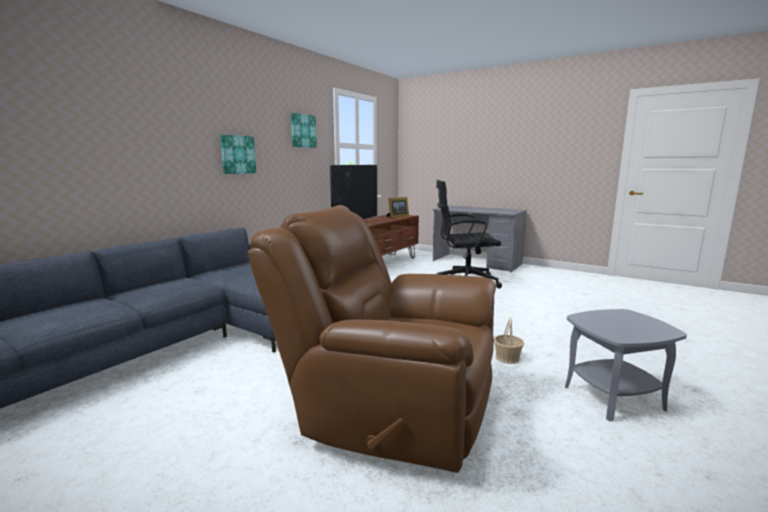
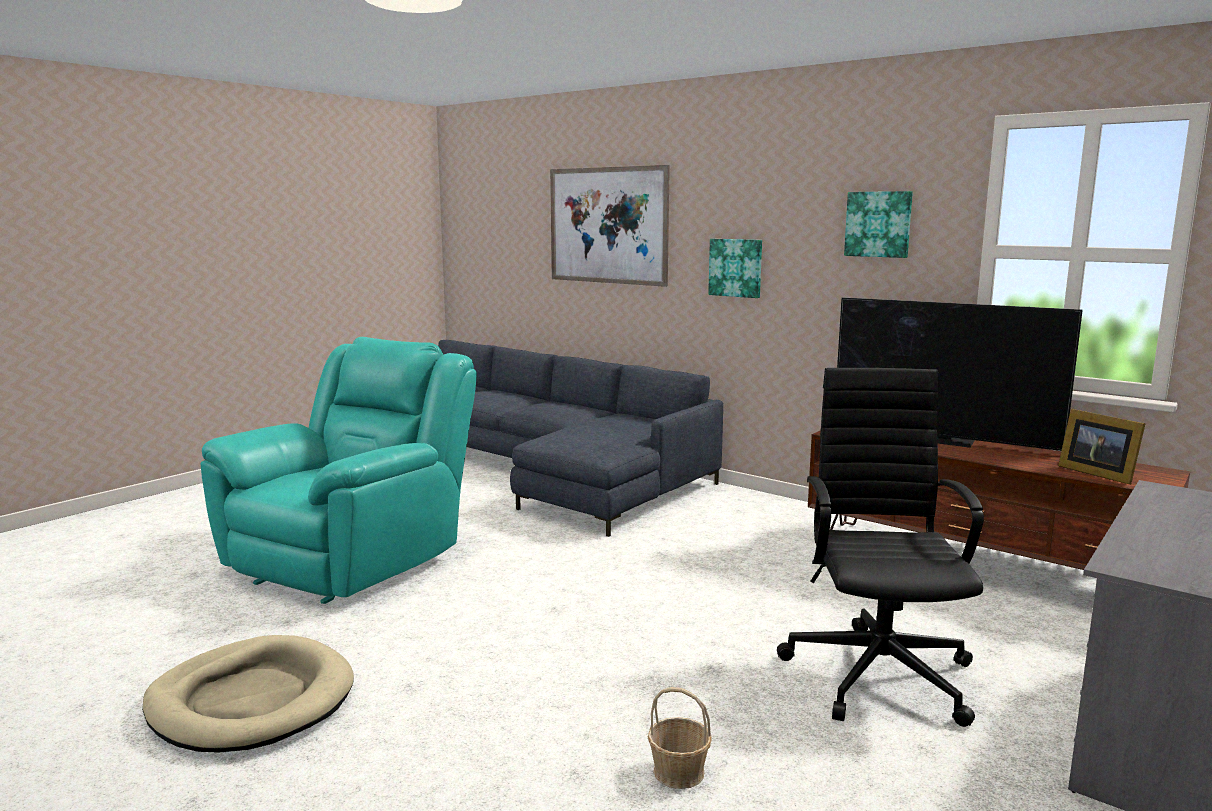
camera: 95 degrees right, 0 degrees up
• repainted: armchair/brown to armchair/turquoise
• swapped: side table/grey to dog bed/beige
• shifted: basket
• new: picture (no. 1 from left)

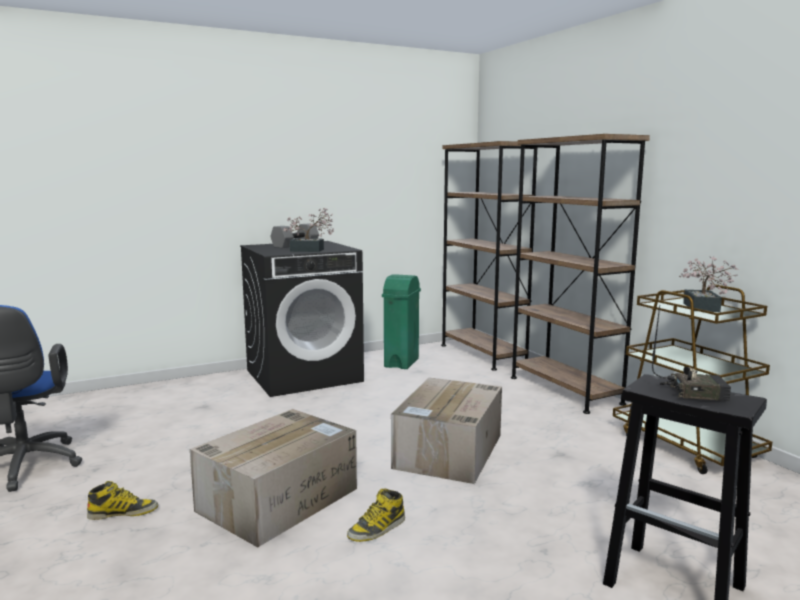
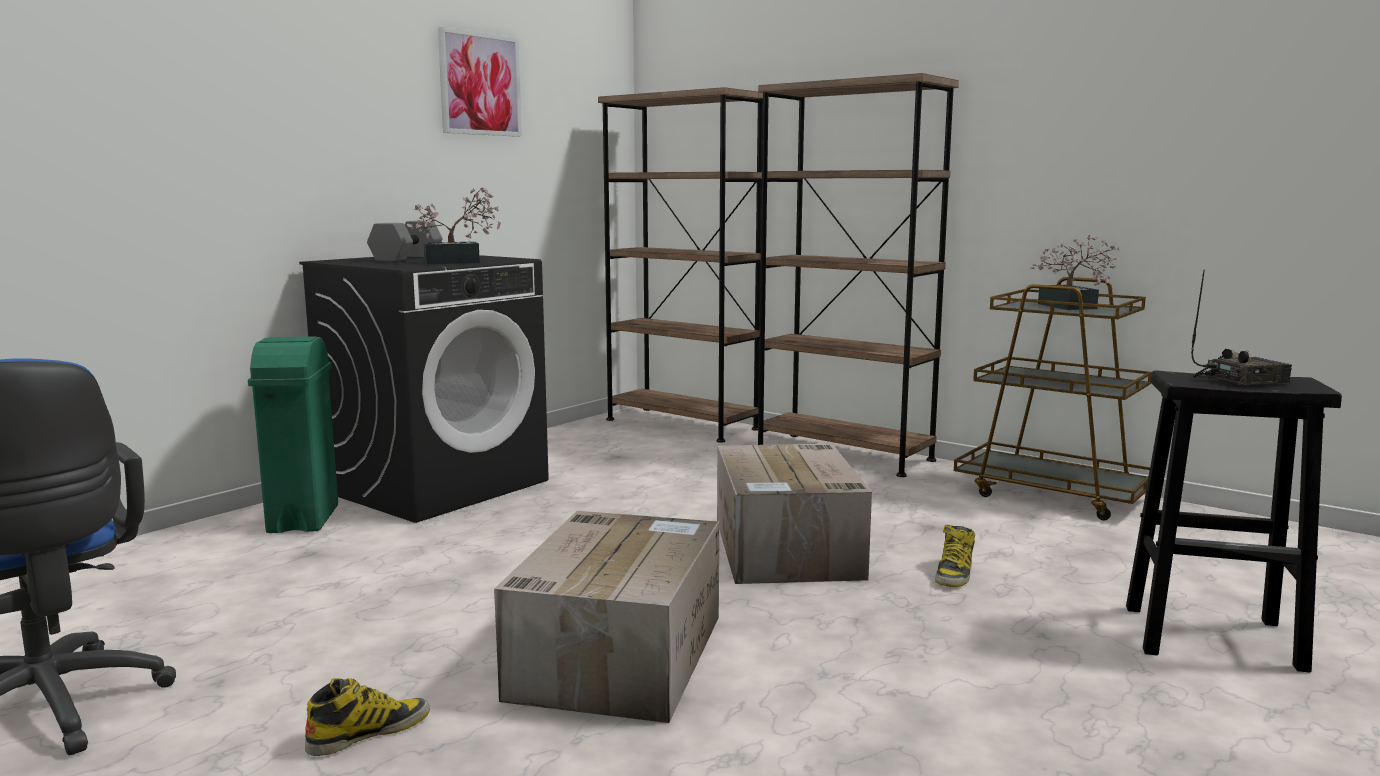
camera: 25 degrees left, 0 degrees up
• shifted: trash can/green
• shifted: boot (no. 2 from left)
• new: picture

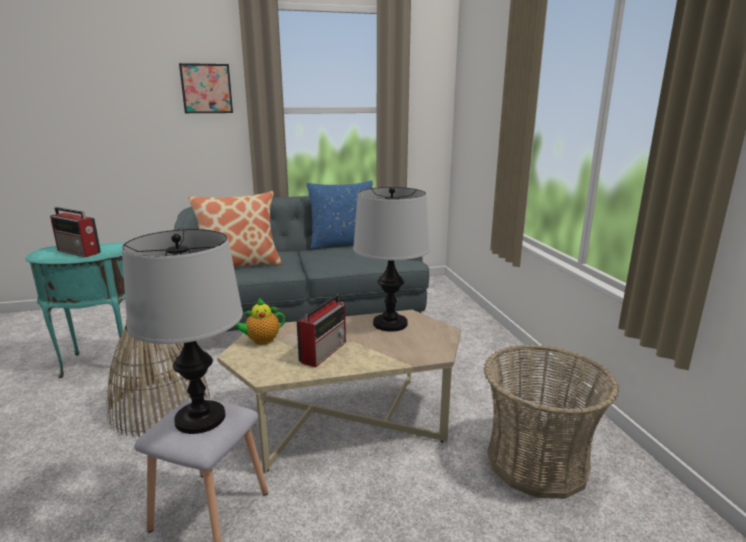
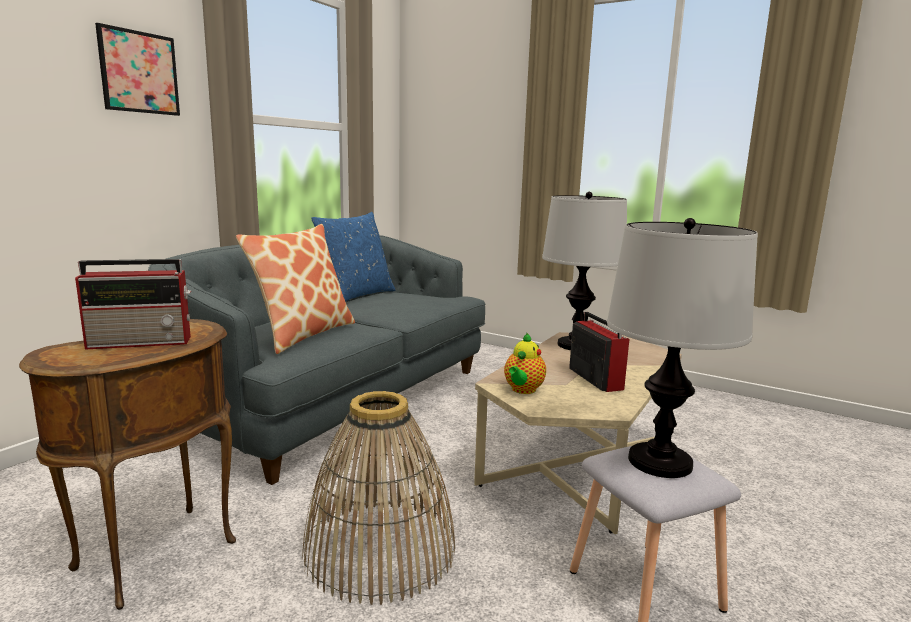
camera: 45 degrees left, 5 degrees down
• repainted: side table/turquoise to side table/brown
• gone: basket (no. 2 from left)

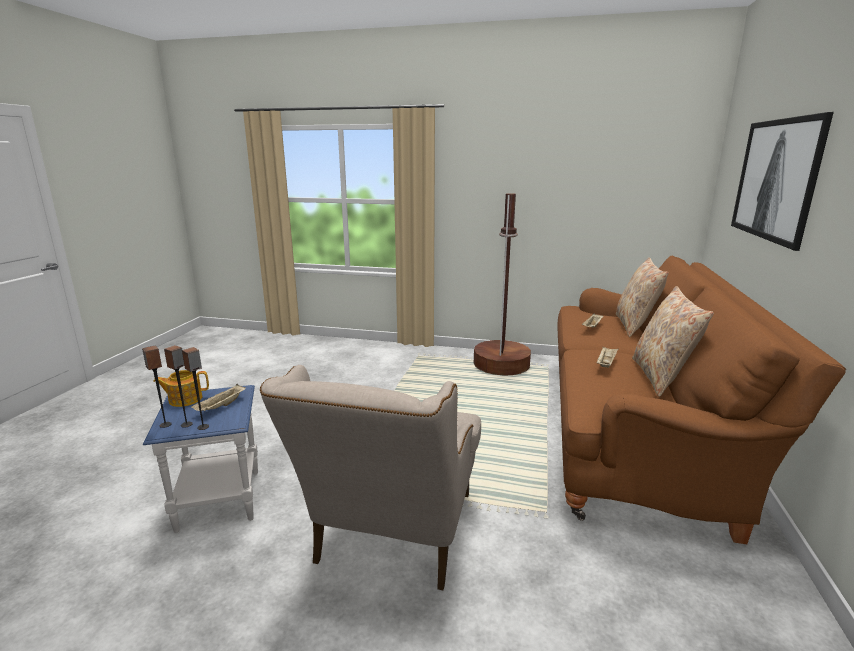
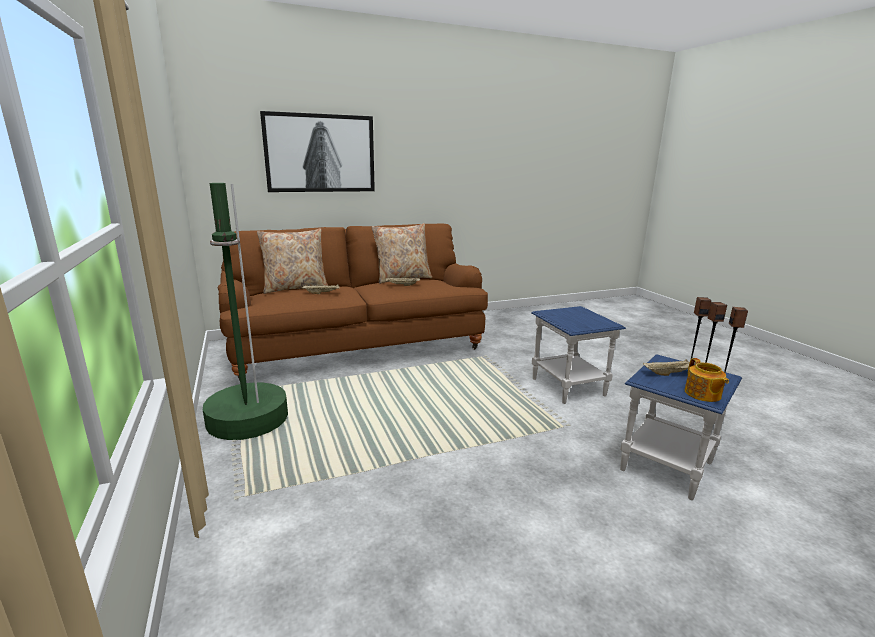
camera: 125 degrees left, 0 degrees up
• repainted: floor lamp/brown to floor lamp/green
• swapped: armchair/beige to side table/blue (no. 1 from left)
• rotated: teapot 45 degrees clockwise

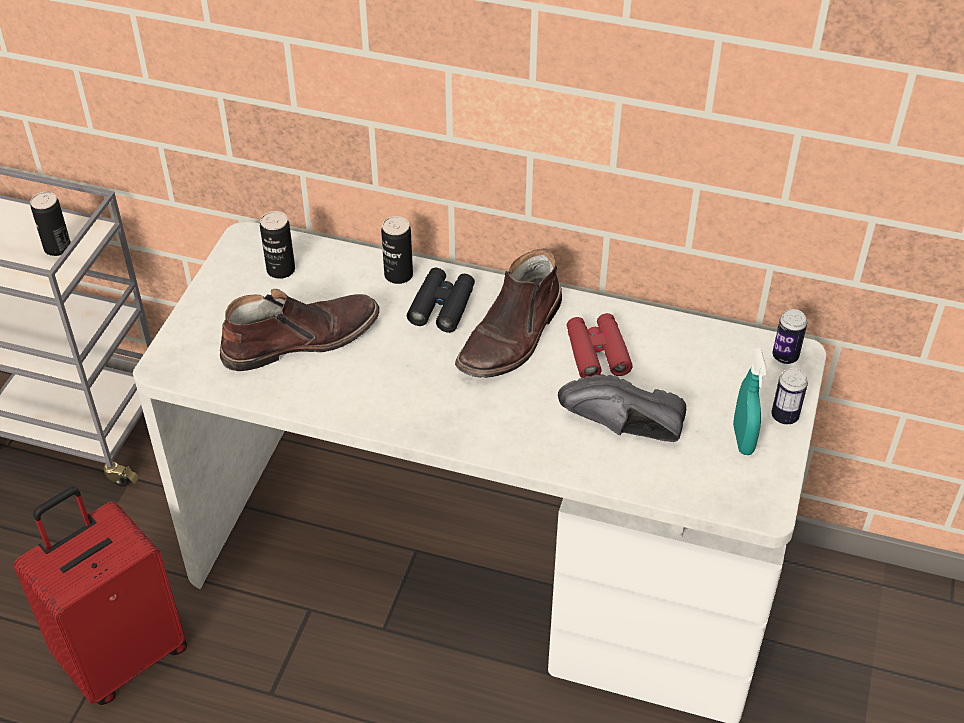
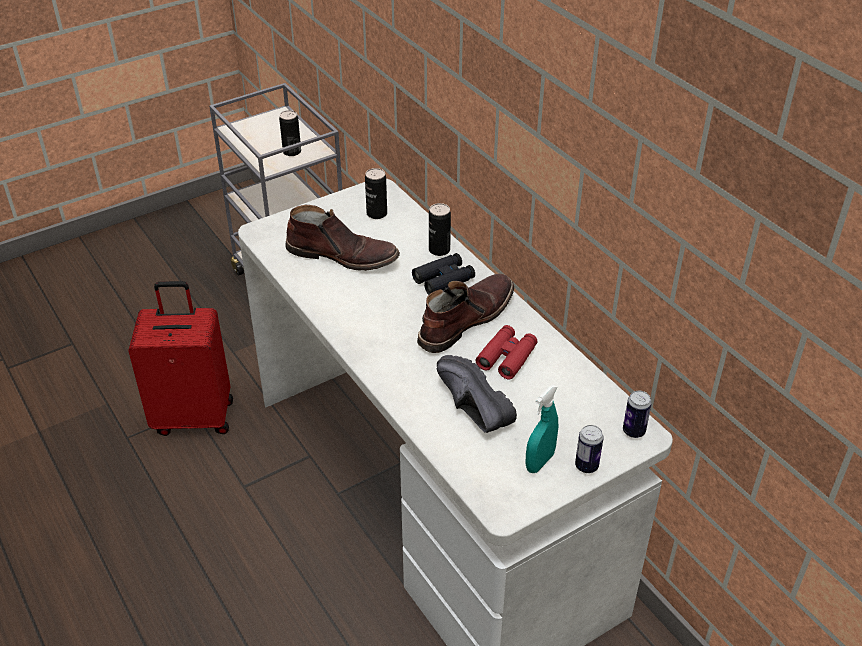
camera: 40 degrees right, 5 degrees down
• rotated: boot/brown (no. 2 from left) 150 degrees clockwise

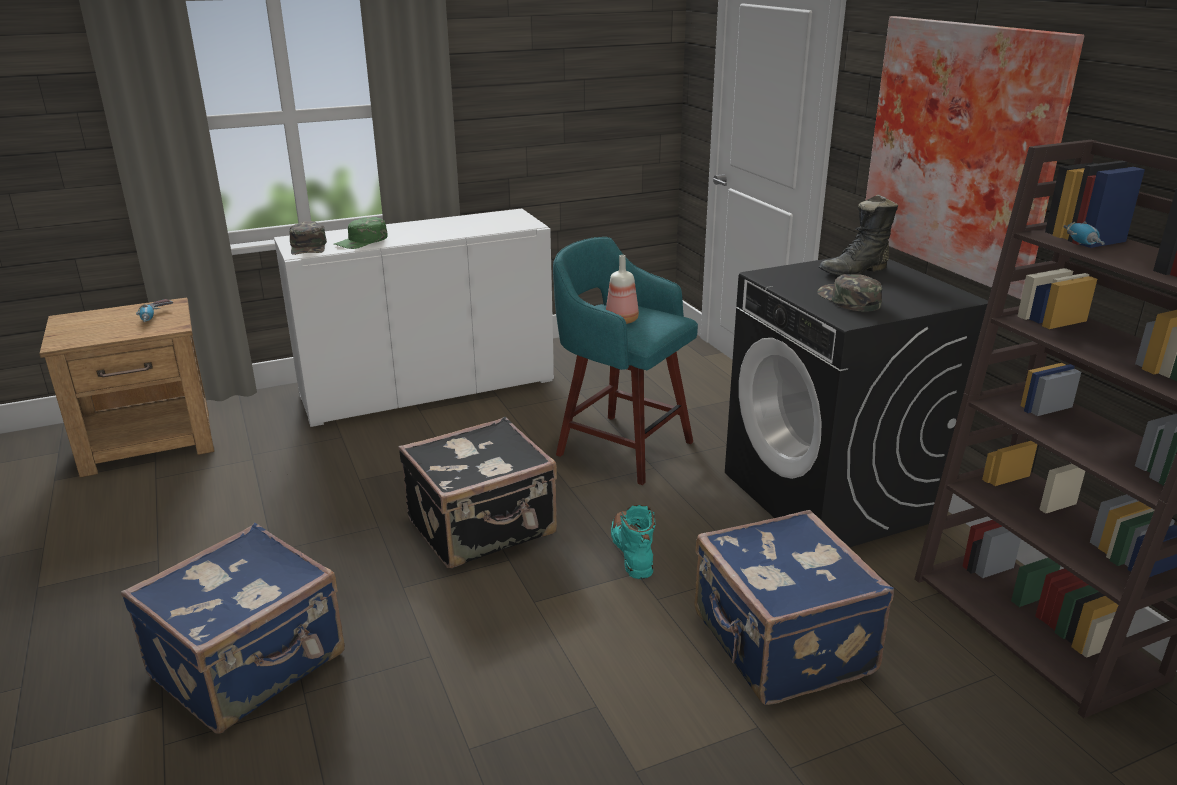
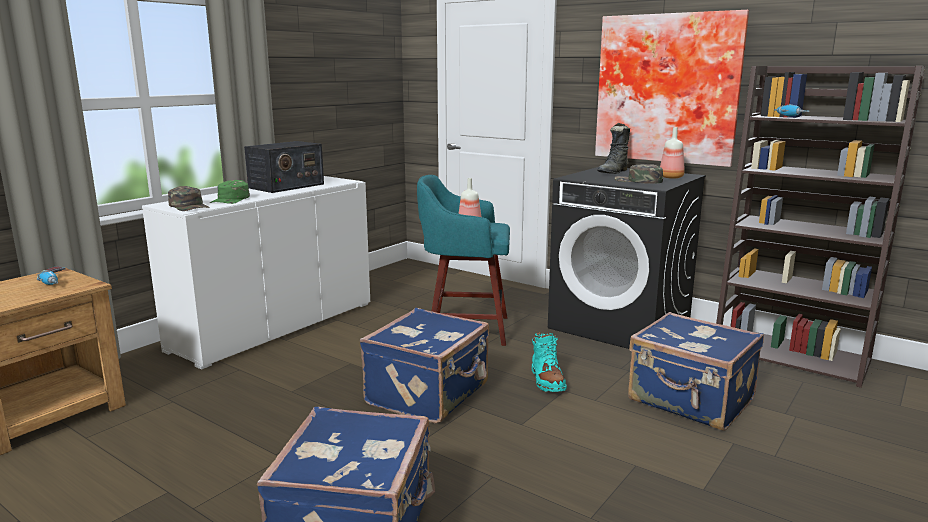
camera: 30 degrees left, 10 degrees down
• repainted: suitcase/black to suitcase/blue (no. 2 from left)
• rotated: boot/turquoise 150 degrees counterclockwise
• new: bottle (no. 2 from left)
• new: radio

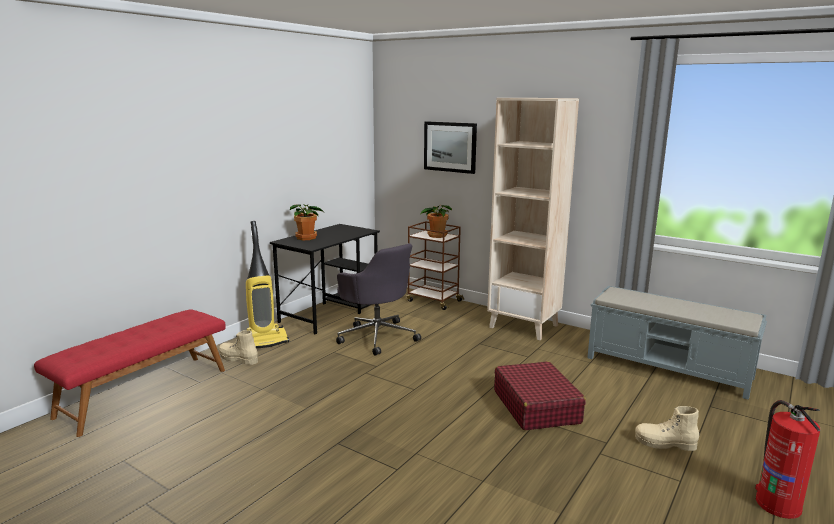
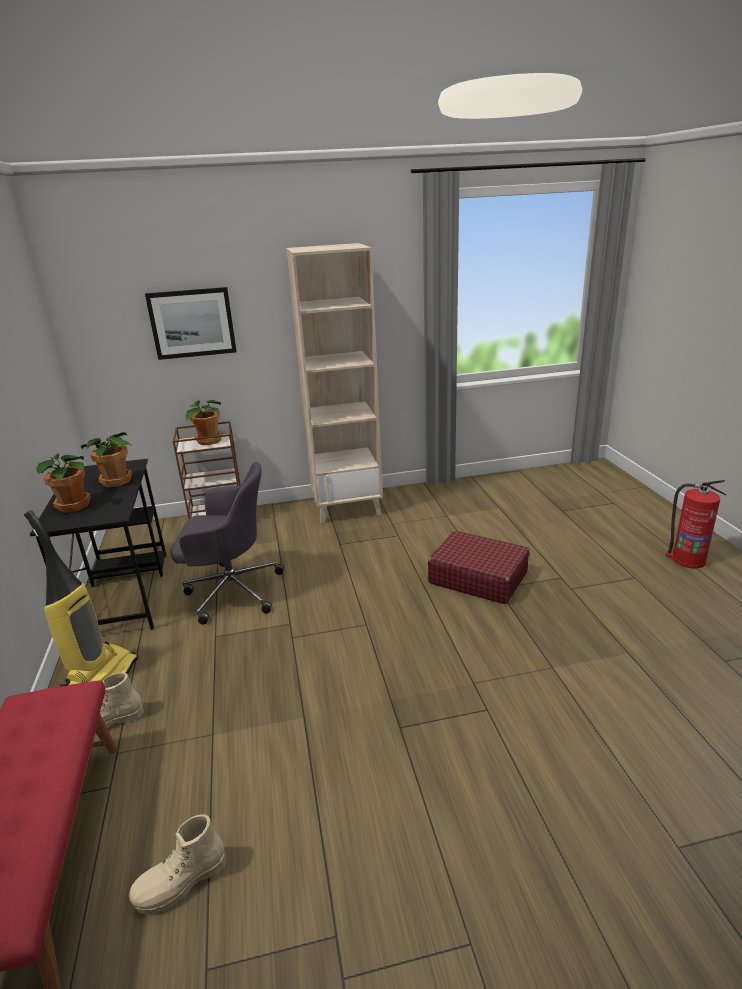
camera: 45 degrees left, 10 degrees up
• gone: bench/grey
• shifted: boot/beige (no. 2 from left)
• new: potted plant (no. 2 from left)

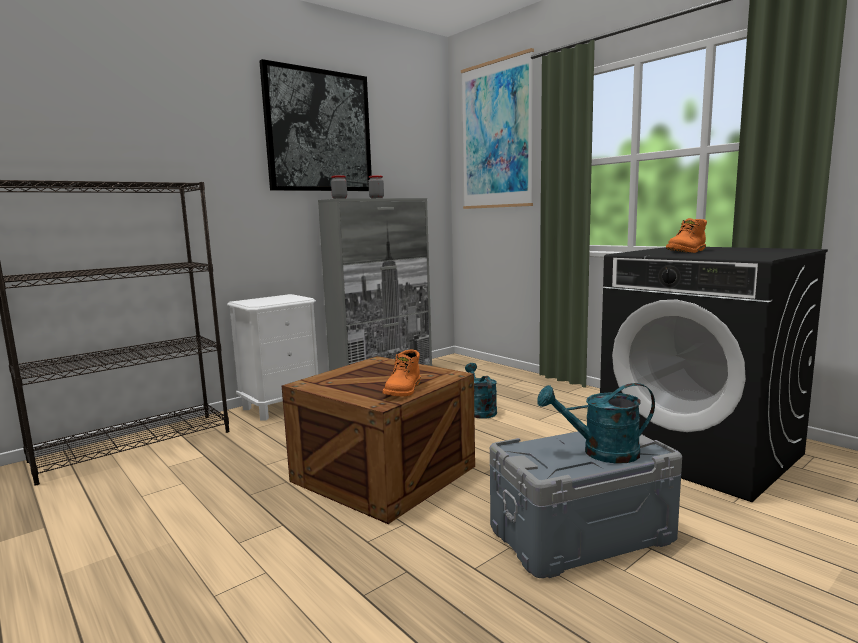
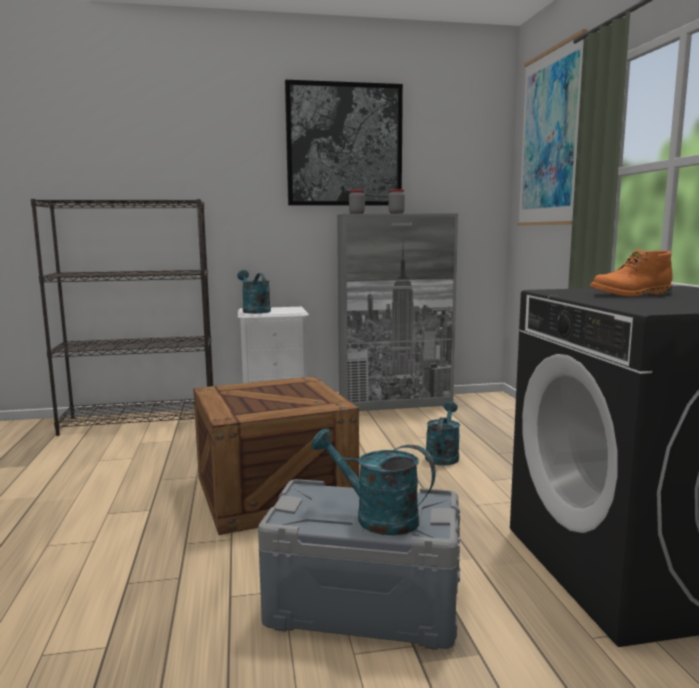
camera: 30 degrees right, 0 degrees up
• gone: boot/orange (no. 1 from left)
• new: watering can/turquoise (no. 1 from left)

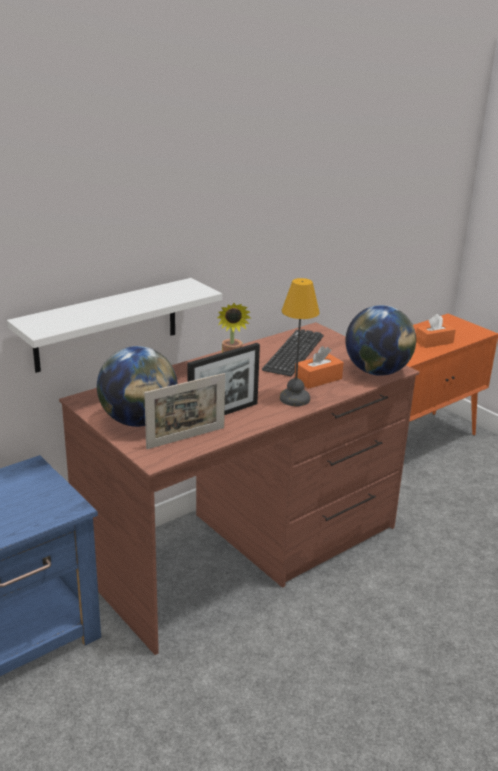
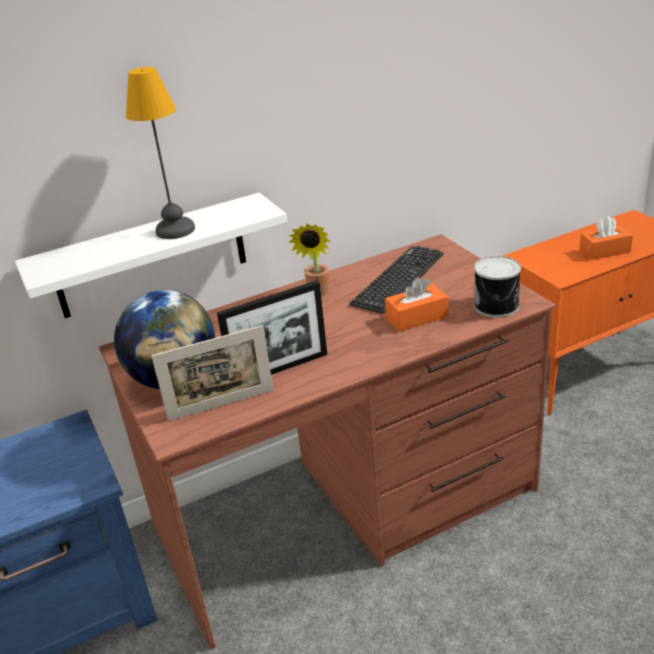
camera: 15 degrees right, 5 degrees up
• shifted: table lamp
• swapped: globe (no. 2 from left) to can

